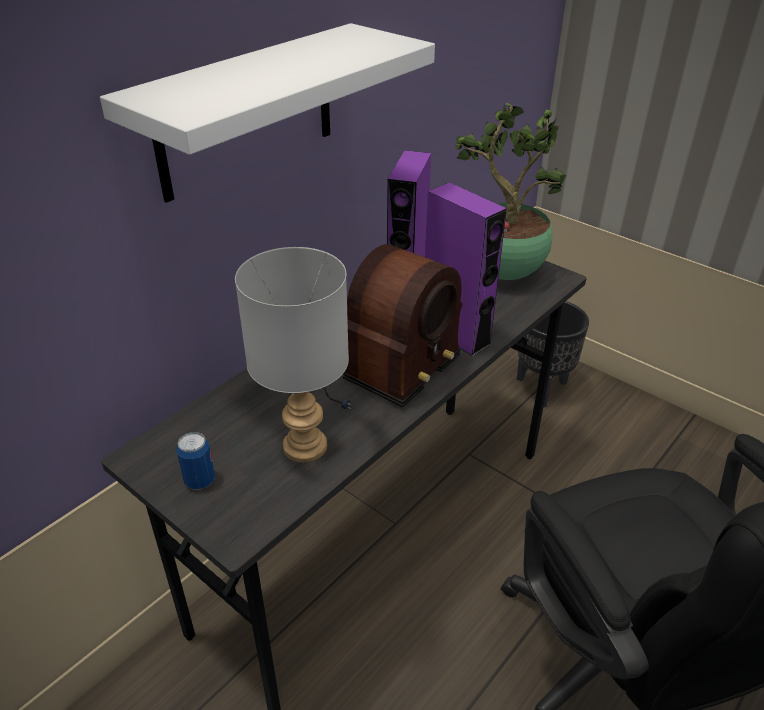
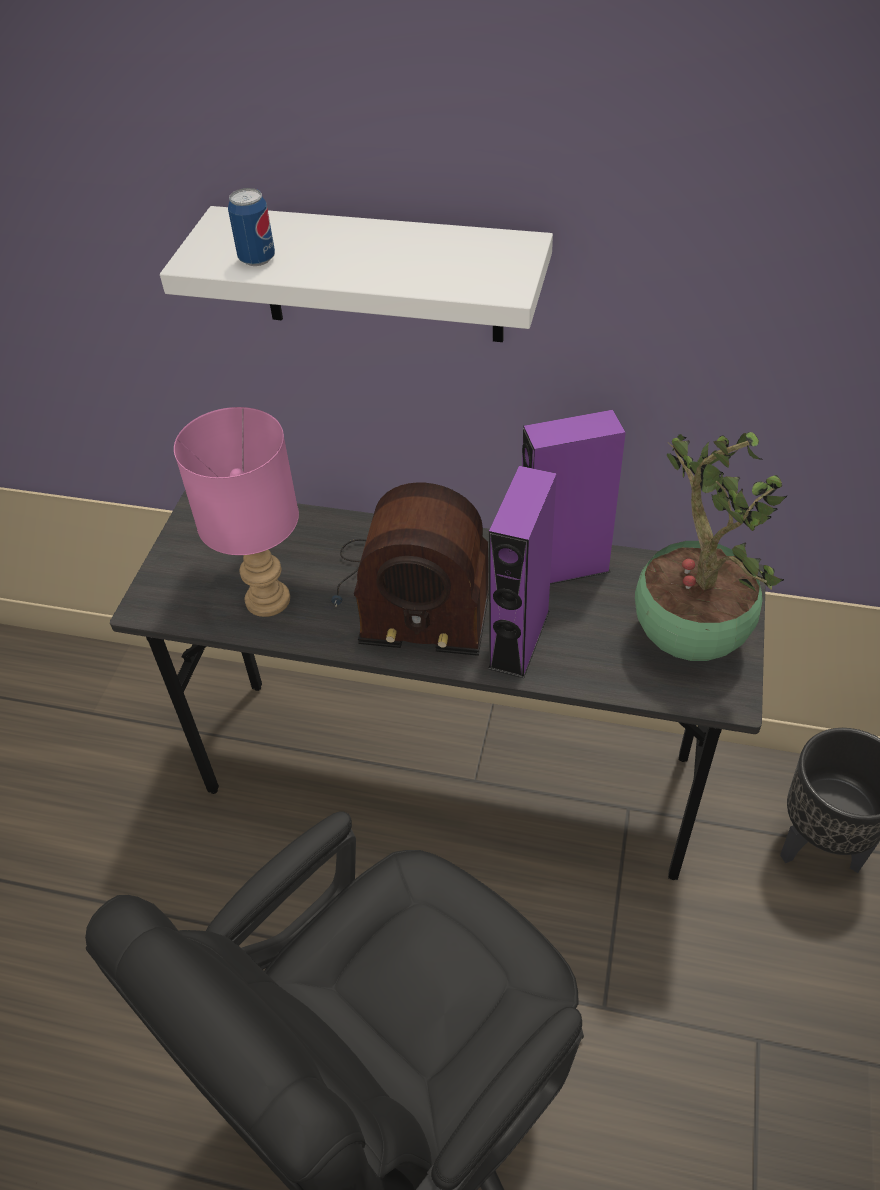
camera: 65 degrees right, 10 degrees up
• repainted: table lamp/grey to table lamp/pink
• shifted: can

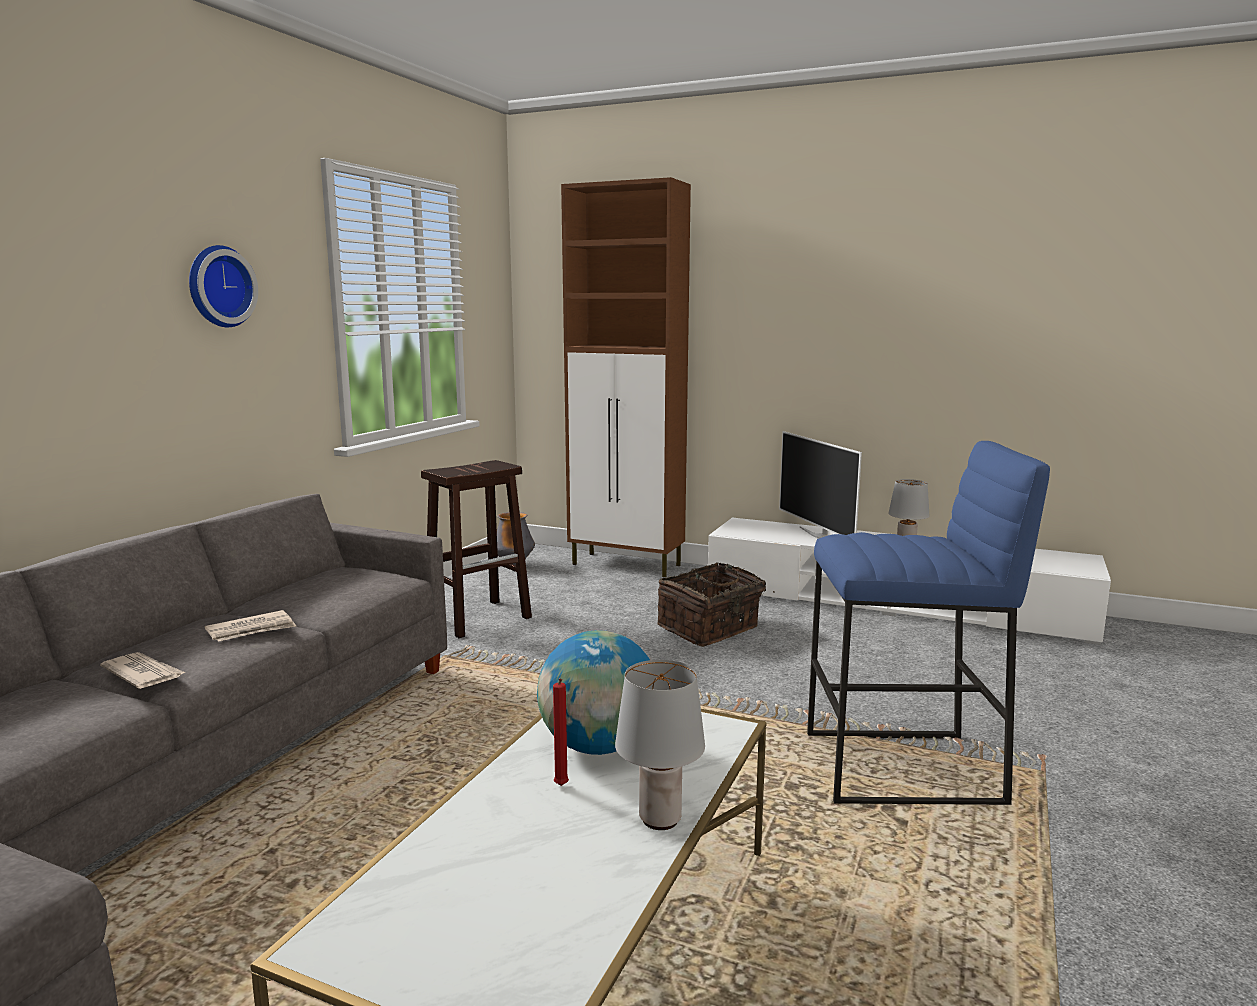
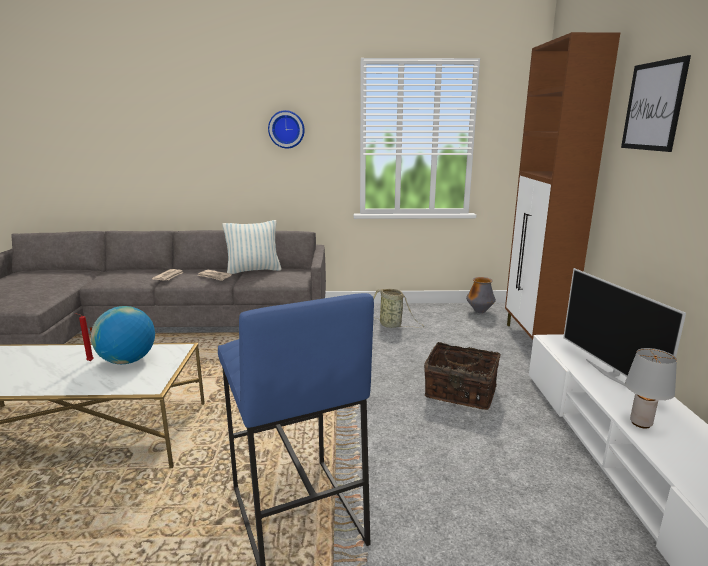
camera: 65 degrees right, 5 degrees up
• rotated: television 60 degrees counterclockwise
• swapped: stool/brown to basket (no. 1 from left)
• gone: table lamp/grey (no. 1 from left)
• new: picture
• new: pillow

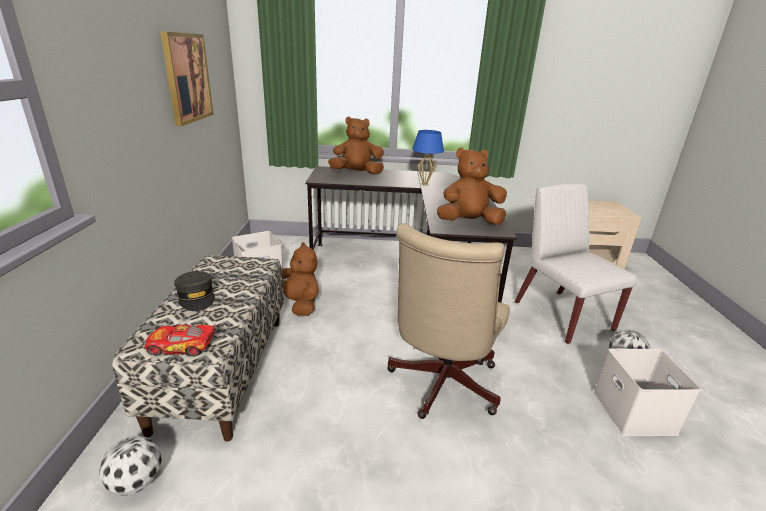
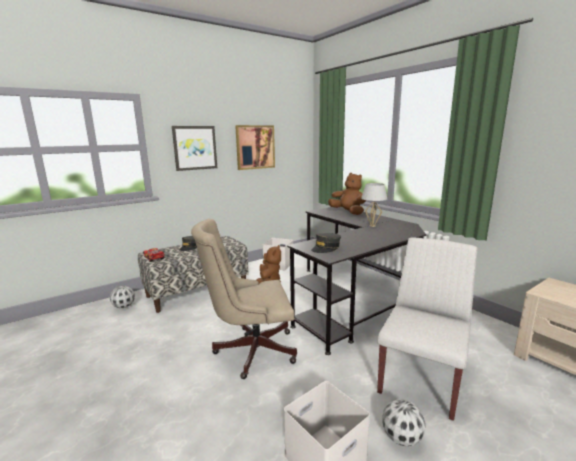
camera: 55 degrees right, 10 degrees down
• repainted: table lamp/blue to table lamp/white
• swapped: plush toy/brown (no. 3 from left) to cap/grey (no. 2 from left)
• new: picture (no. 1 from left)

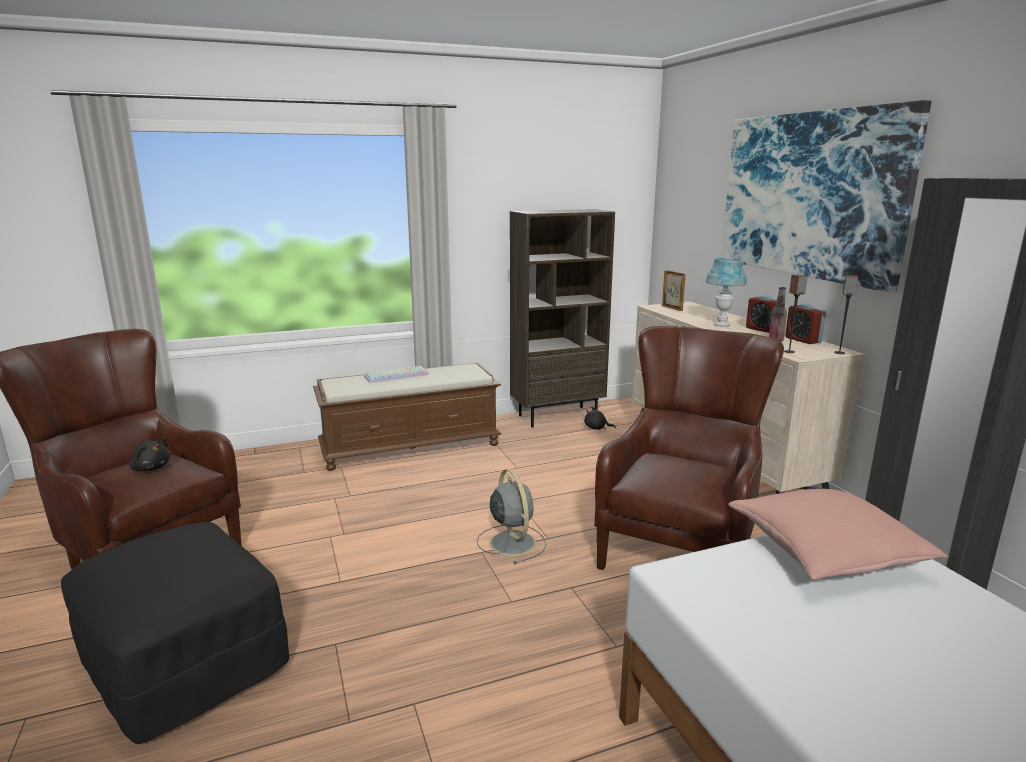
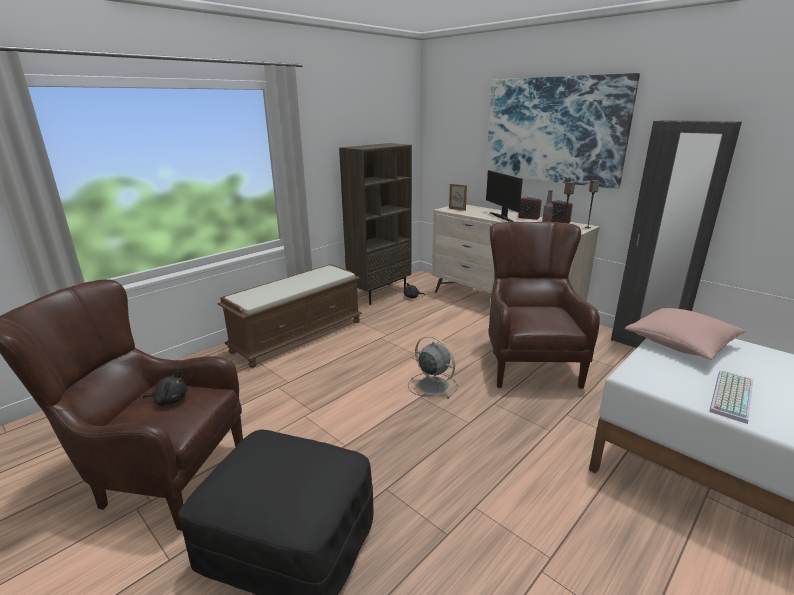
camera: 25 degrees left, 5 degrees up
• swapped: table lamp/blue to monitor
• shifted: keyboard

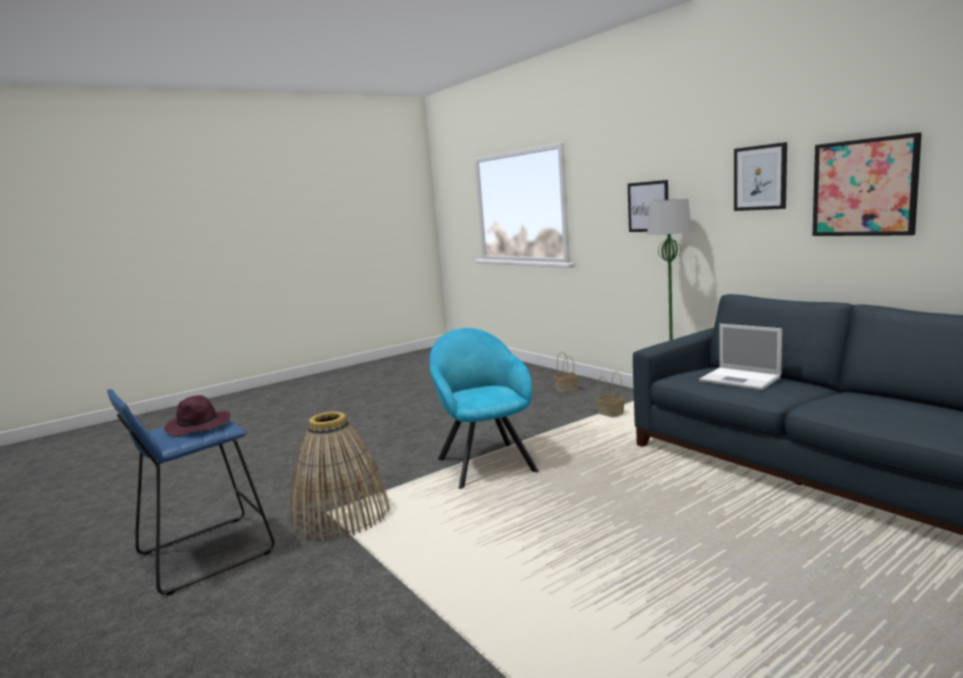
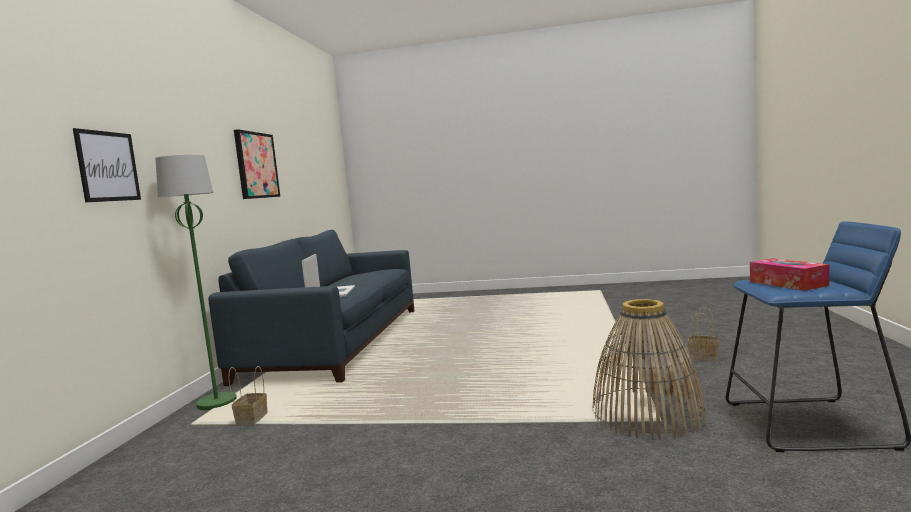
camera: 135 degrees left, 5 degrees down
• gone: picture (no. 2 from left)
• gone: armchair/turquoise
• shifted: basket (no. 2 from left in the first image) to basket (no. 3 from left)
• swapped: hat/purple to tissue box

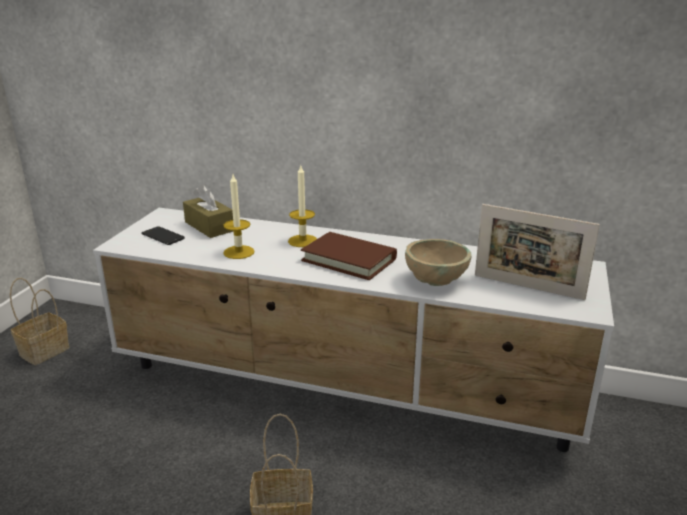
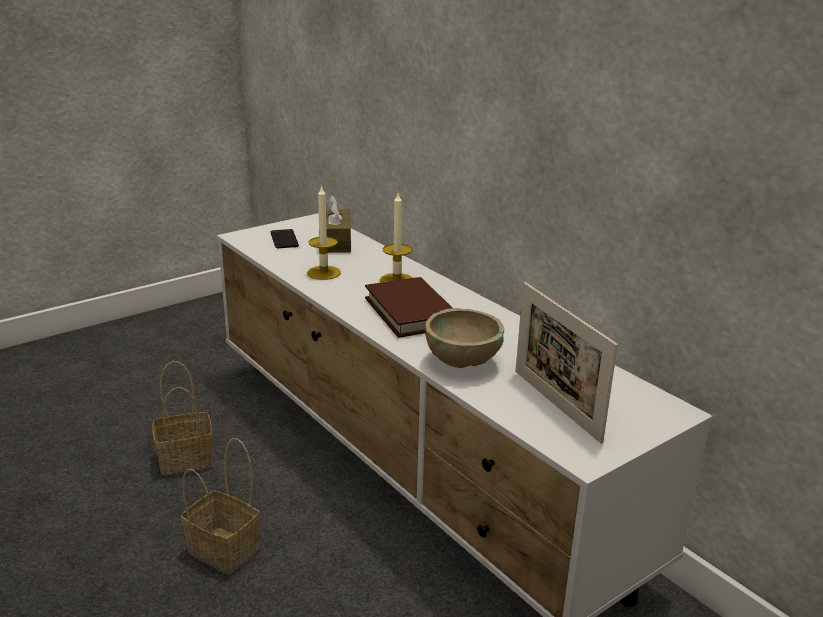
camera: 35 degrees right, 0 degrees up
• shifted: basket (no. 1 from left)

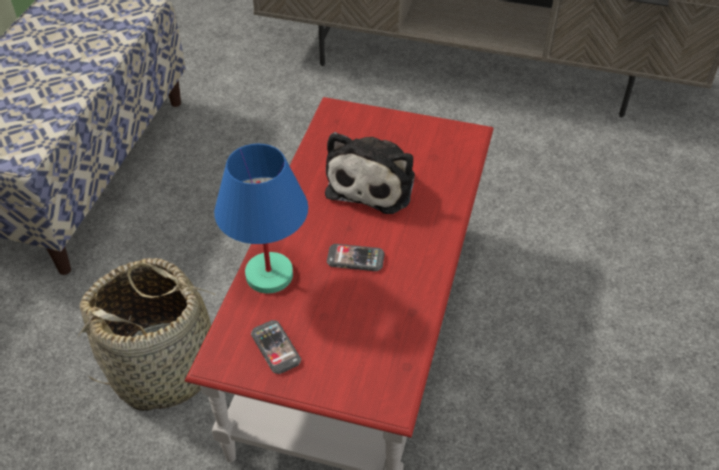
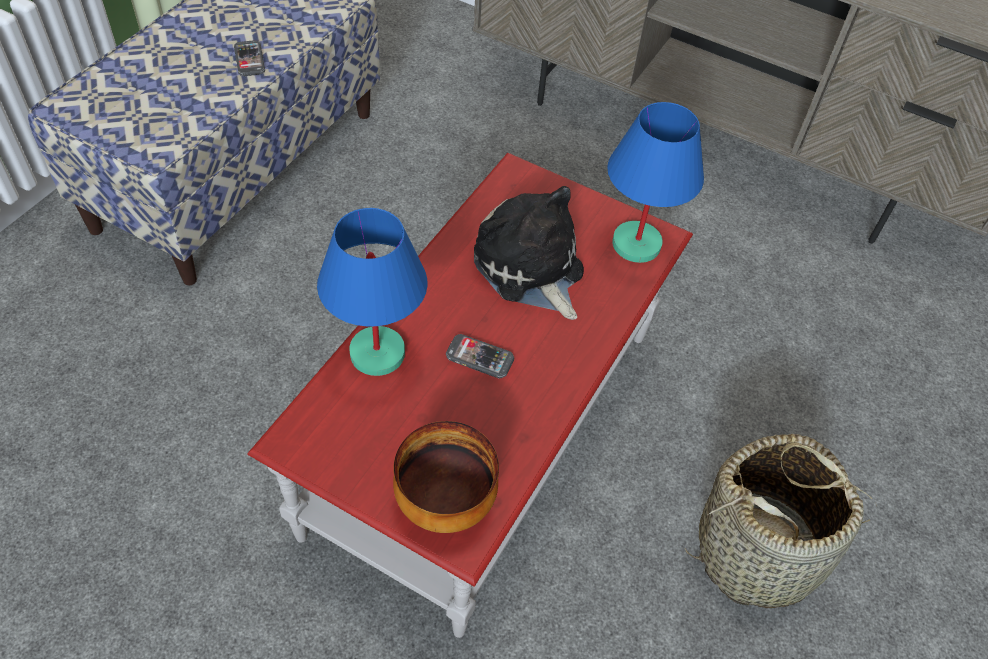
camera: 10 degrees right, 5 degrees up
• rotated: plush toy 120 degrees clockwise
• shifted: basket
• shifted: phone (no. 1 from left)
• new: table lamp/blue (no. 2 from left)
• new: bowl

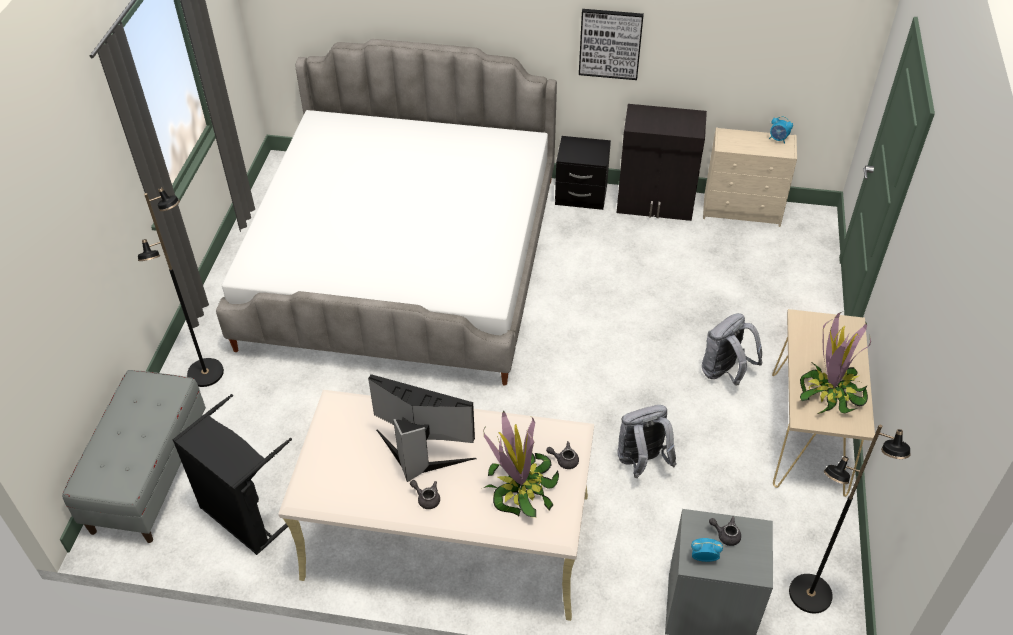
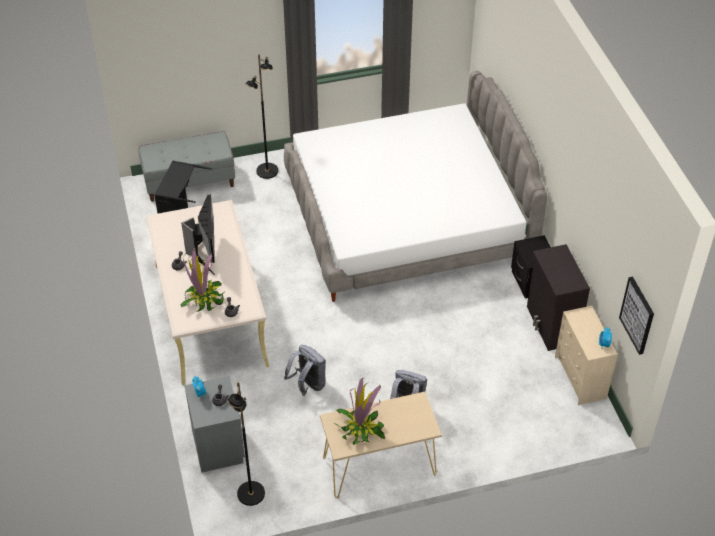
camera: 65 degrees right, 0 degrees up
• shifted: picture

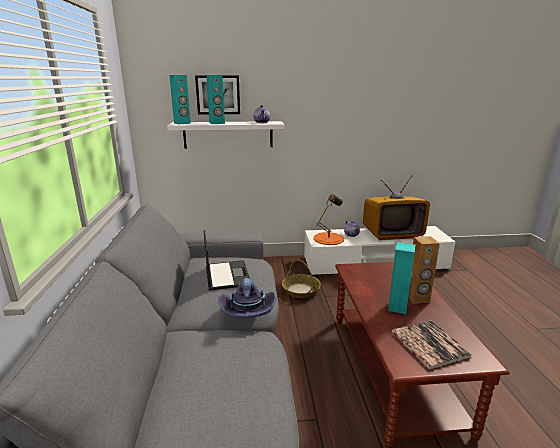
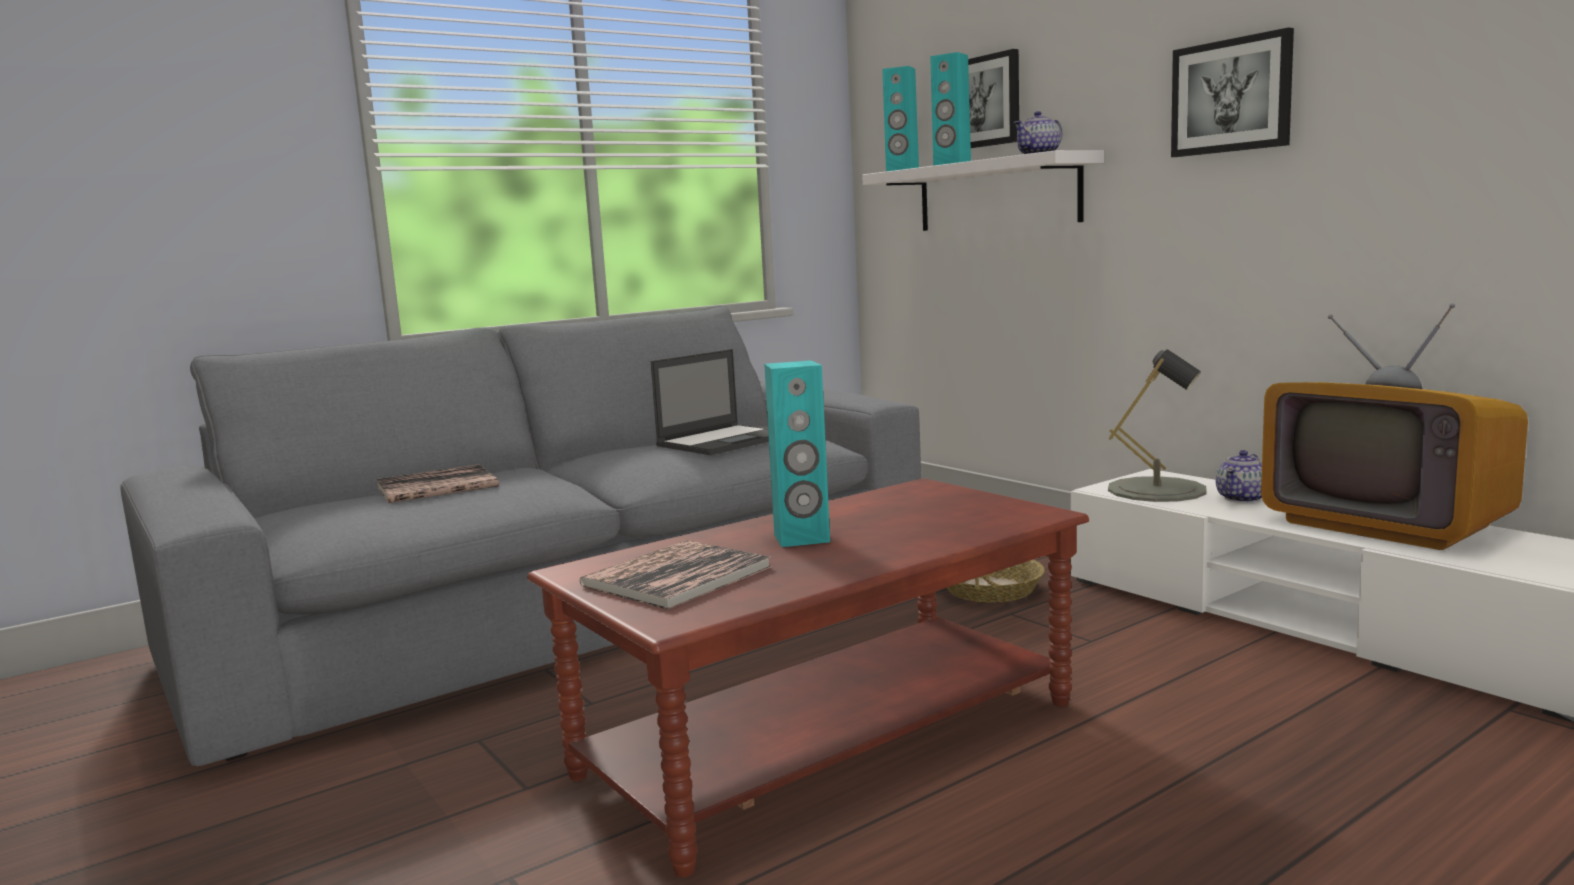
camera: 60 degrees right, 10 degrees down
• repainted: table lamp/orange to table lamp/grey
• gone: speaker/brown
• gone: hat/purple
• new: picture (no. 2 from left)
• new: book (no. 1 from left)

